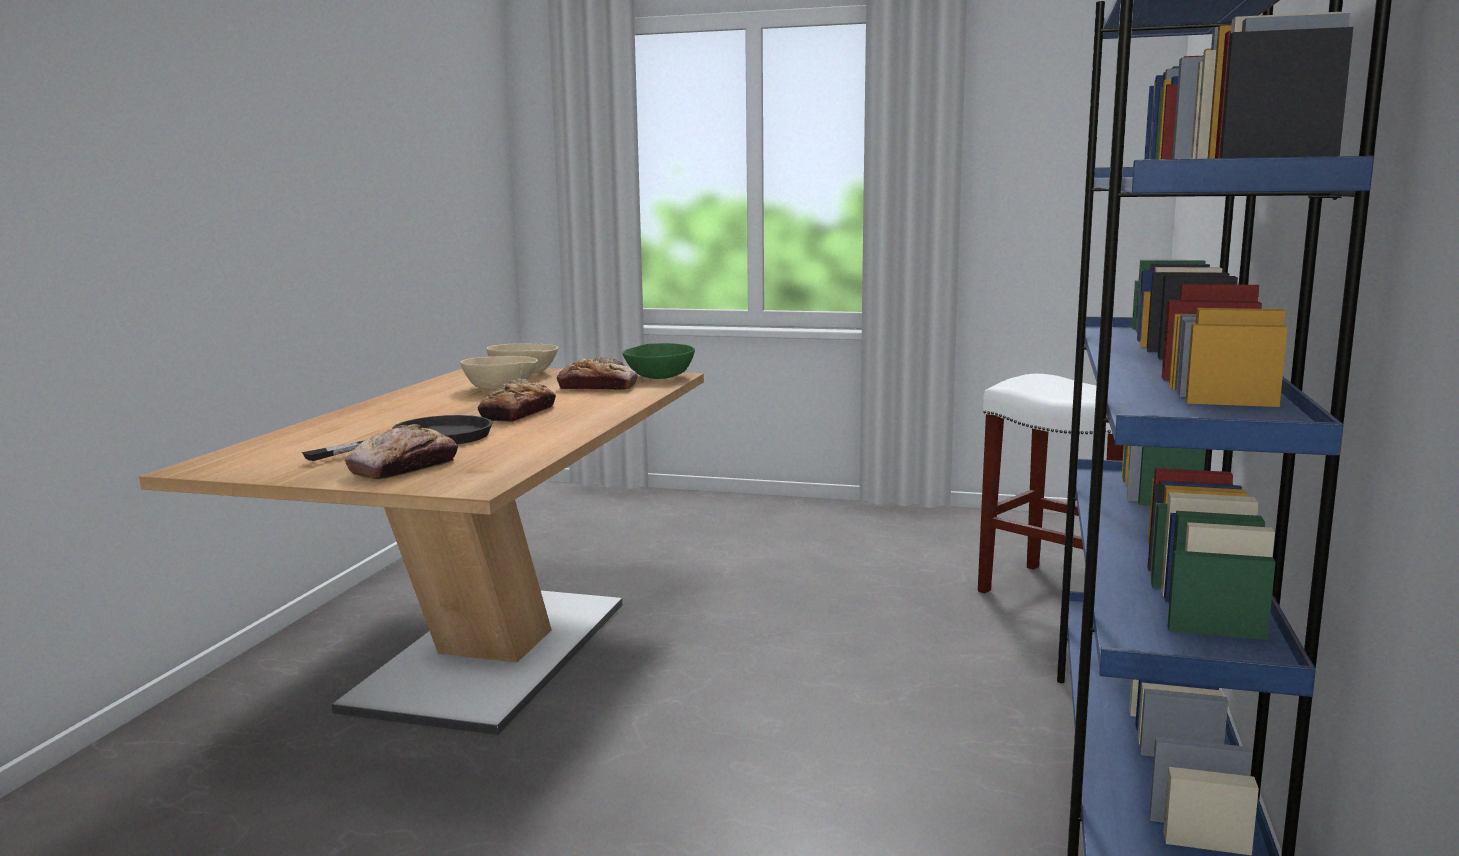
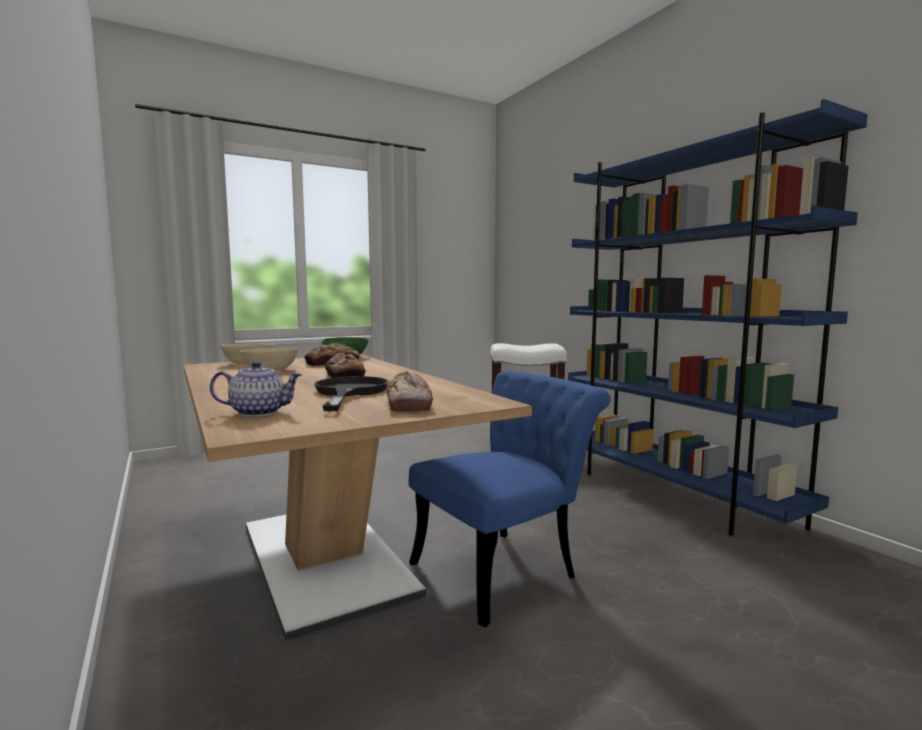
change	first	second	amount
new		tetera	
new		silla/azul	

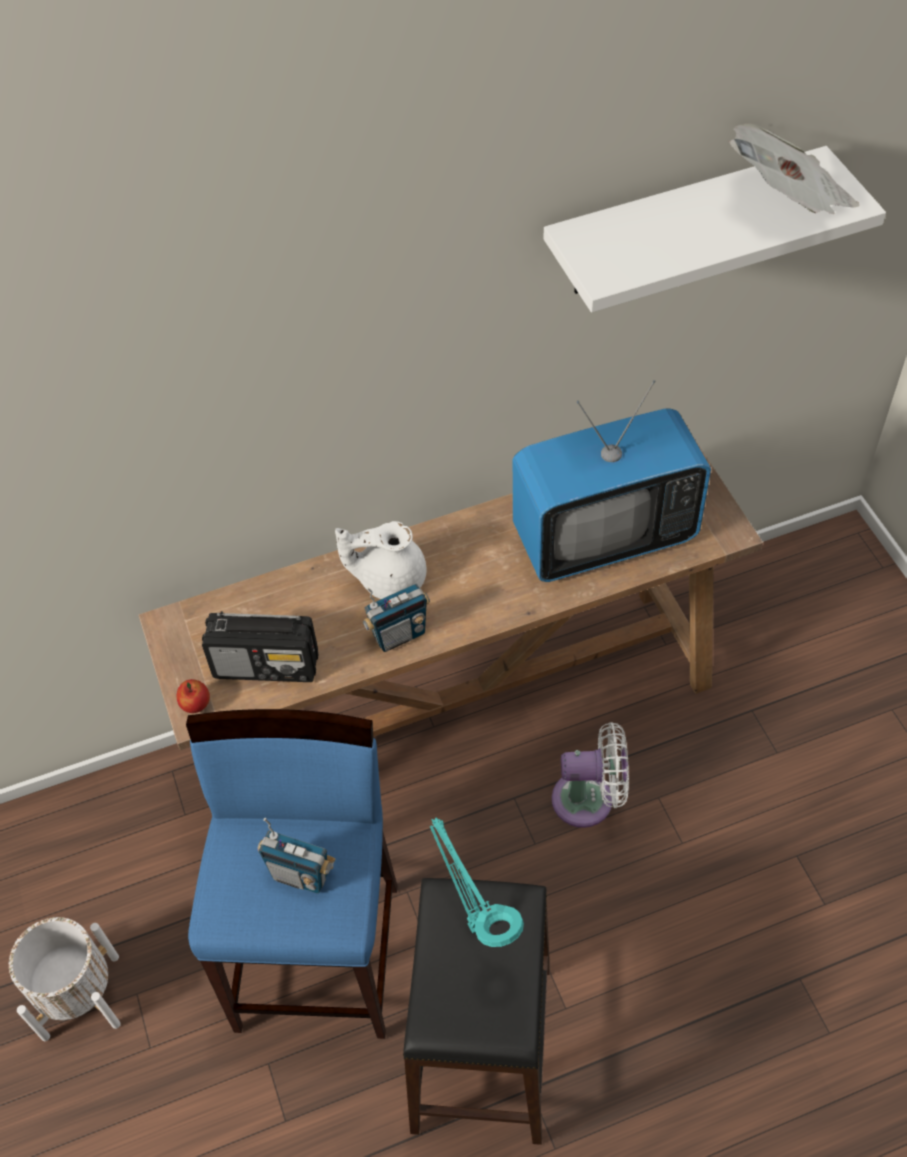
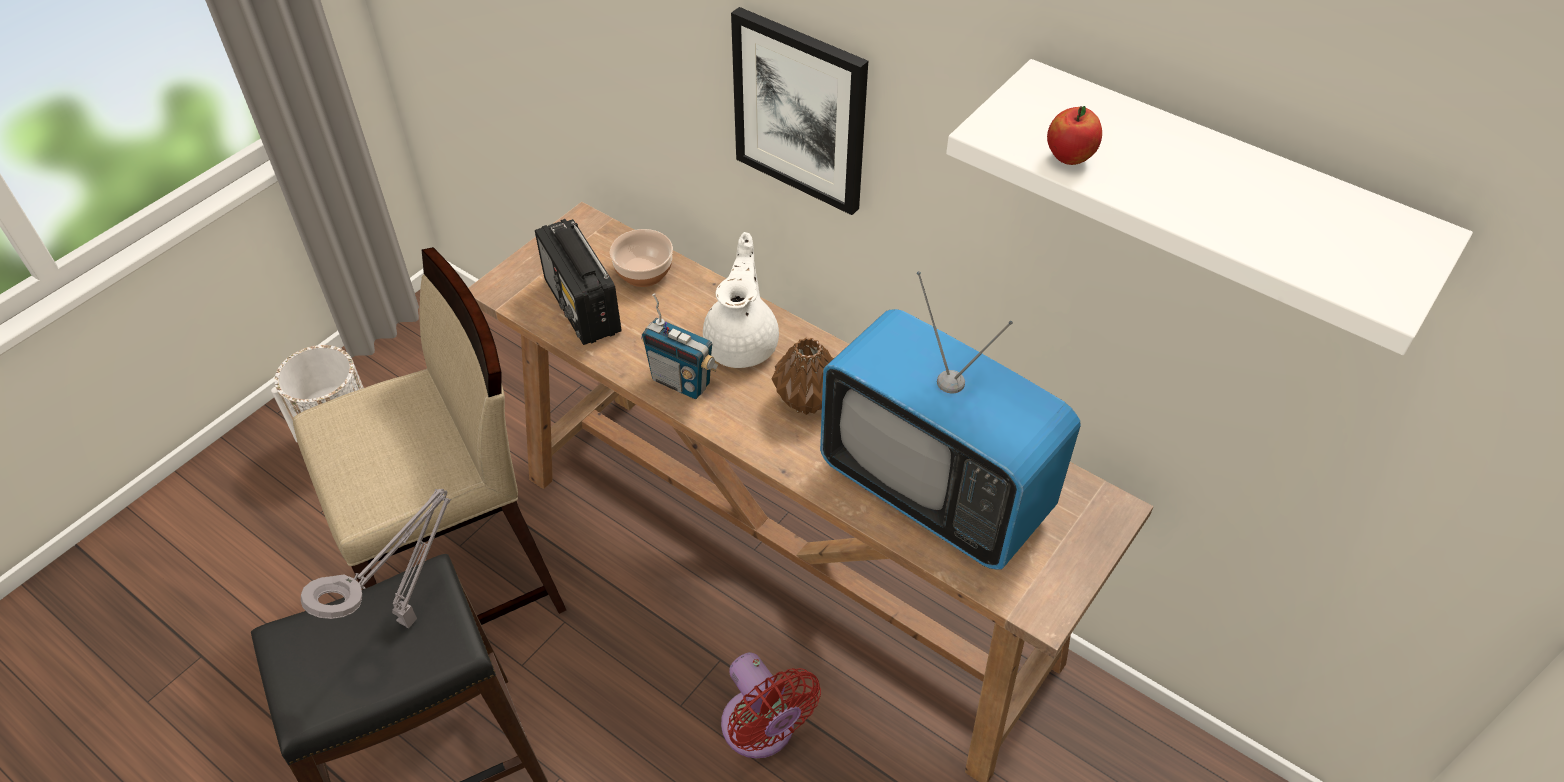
change	first	second	amount
gone	periódico		
rotated	tetera/blanco		45 degrees clockwise
shifted	manzana		
repainted	taburete/azul	taburete/beis	
repainted	ventilador/blanco	ventilador/rojo	
gone	radio (no. 2 from left)		
repainted	lámpara de mesa/turquesa	lámpara de mesa/gris	
new		cuadro	
new		cuenco	
new		florero/marrón	

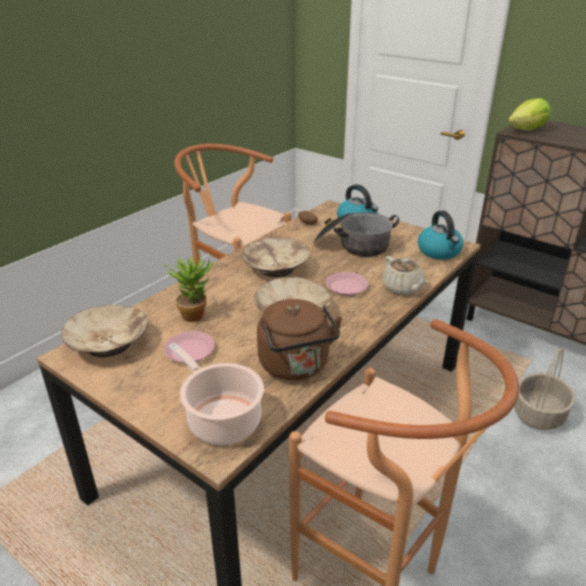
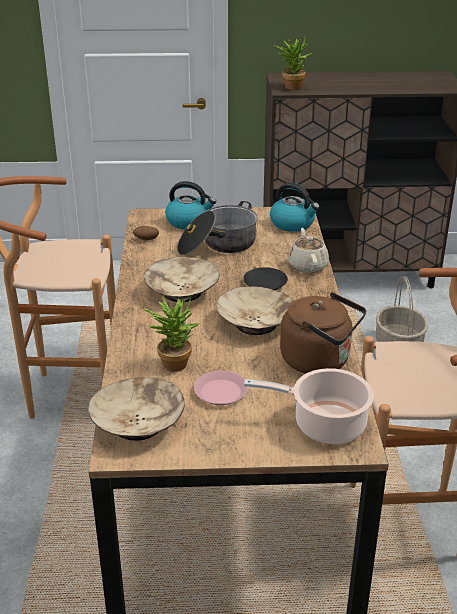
change	first	second	amount
swapped	lechuga	planta en maceta (no. 2 from left)	
rotated	tetera/beis		120 degrees counterclockwise
repainted	plato/rosa (no. 2 from left)	plato/negro	

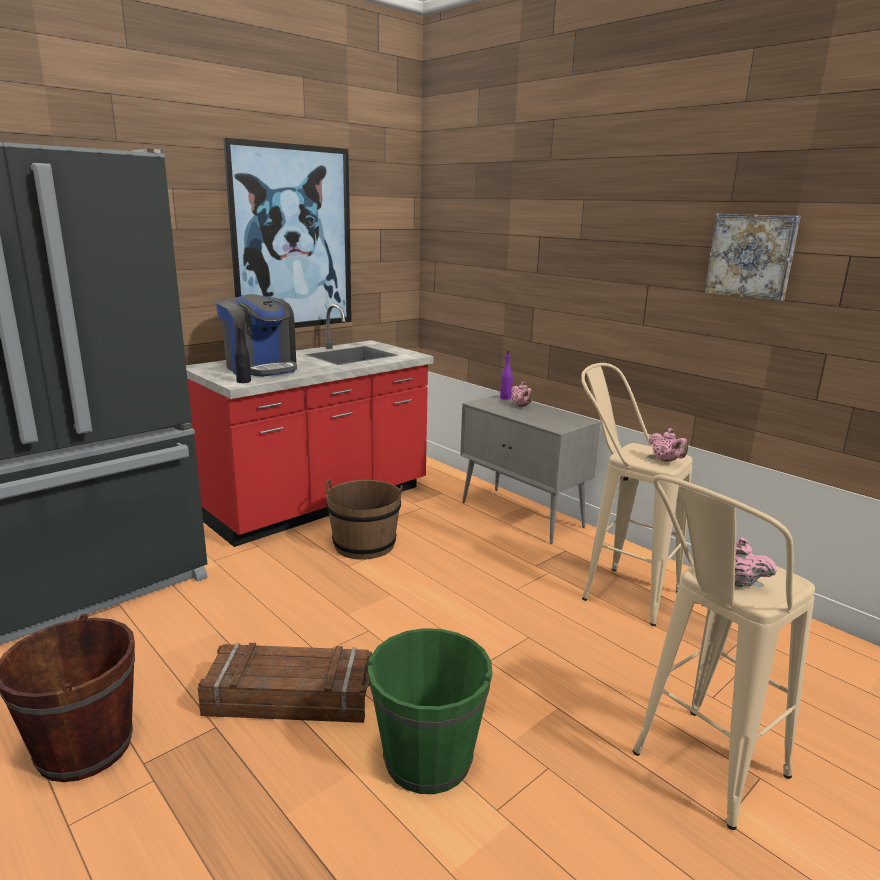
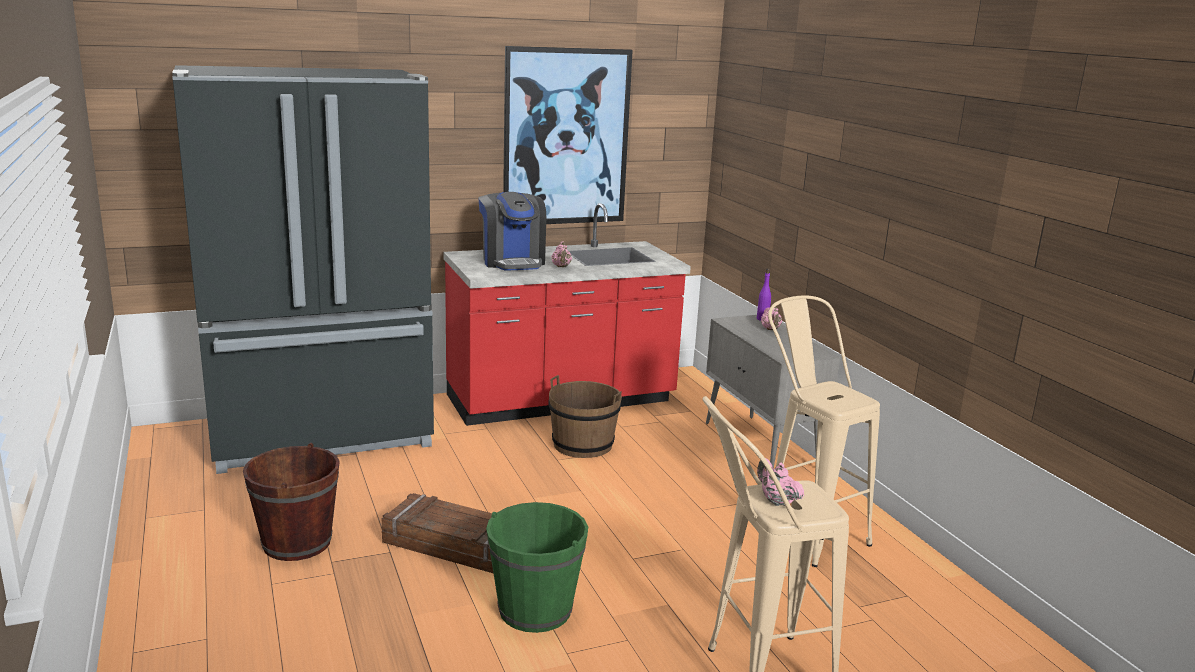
change	first	second	amount
gone	cuadro (no. 2 from left)		
gone	botella/negro		
shifted	tetera/rosa (no. 2 from left in the first image)	tetera/rosa (no. 1 from left)	

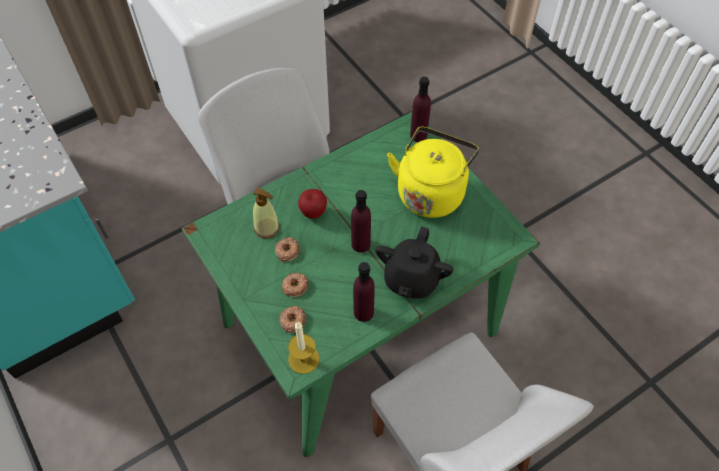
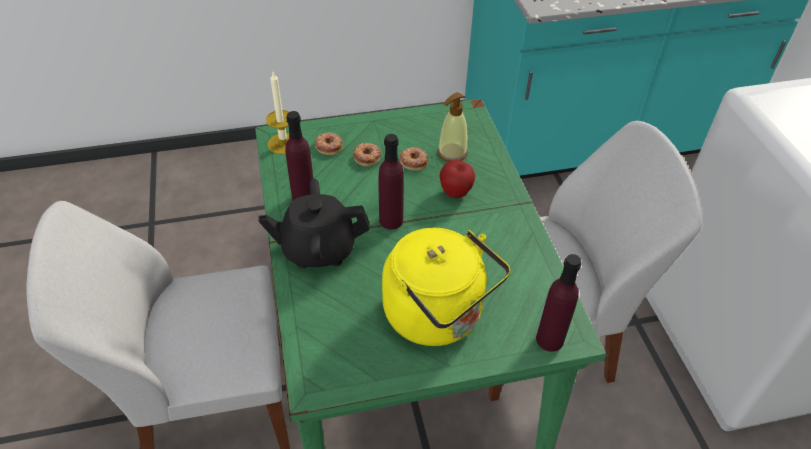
change	first	second	amount
rotated	tetera/negro		45 degrees counterclockwise

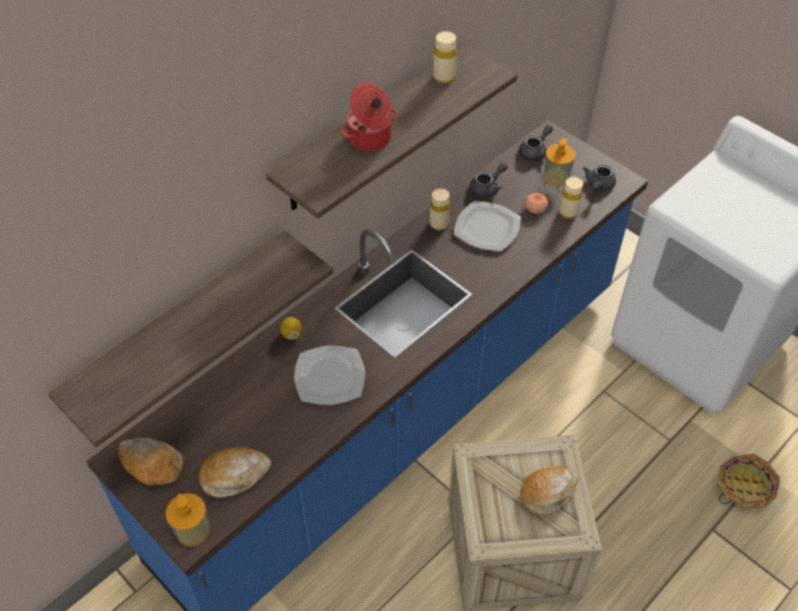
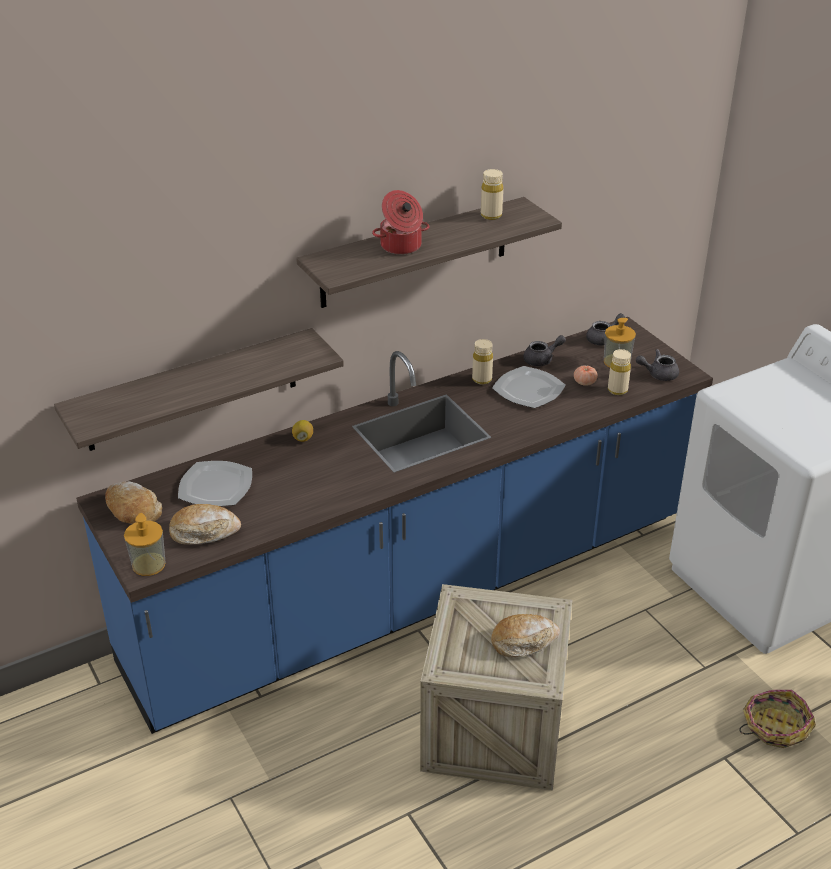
change	first	second	amount
rotated	tetera/gris (no. 3 from left)		45 degrees clockwise
shifted	plato (no. 1 from left)		

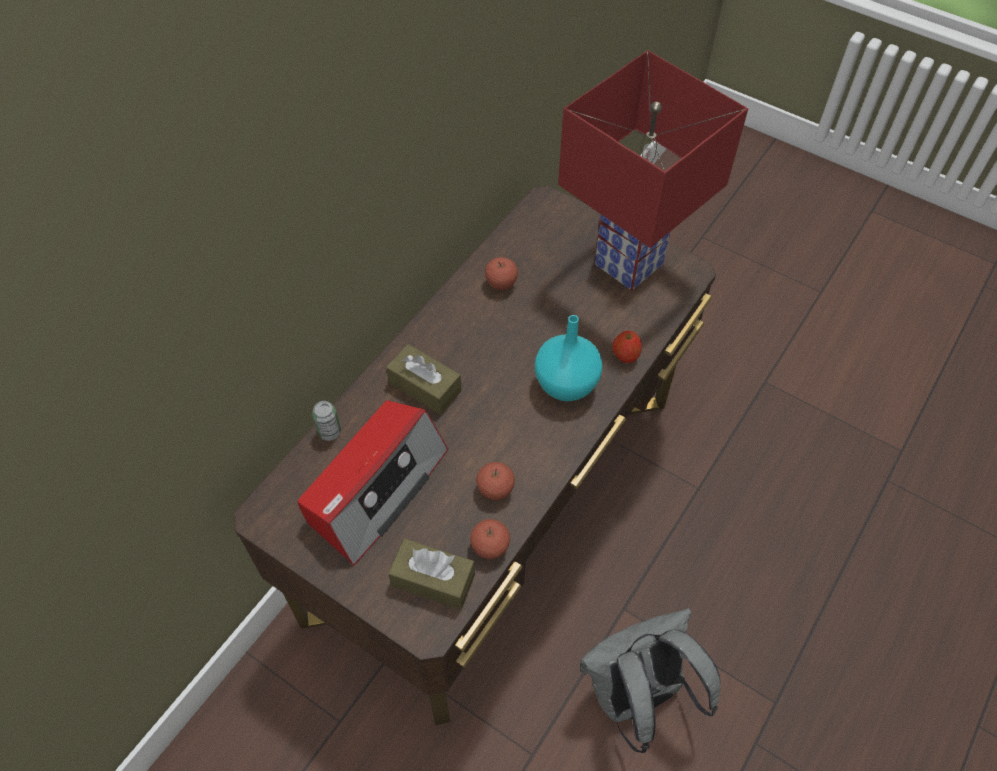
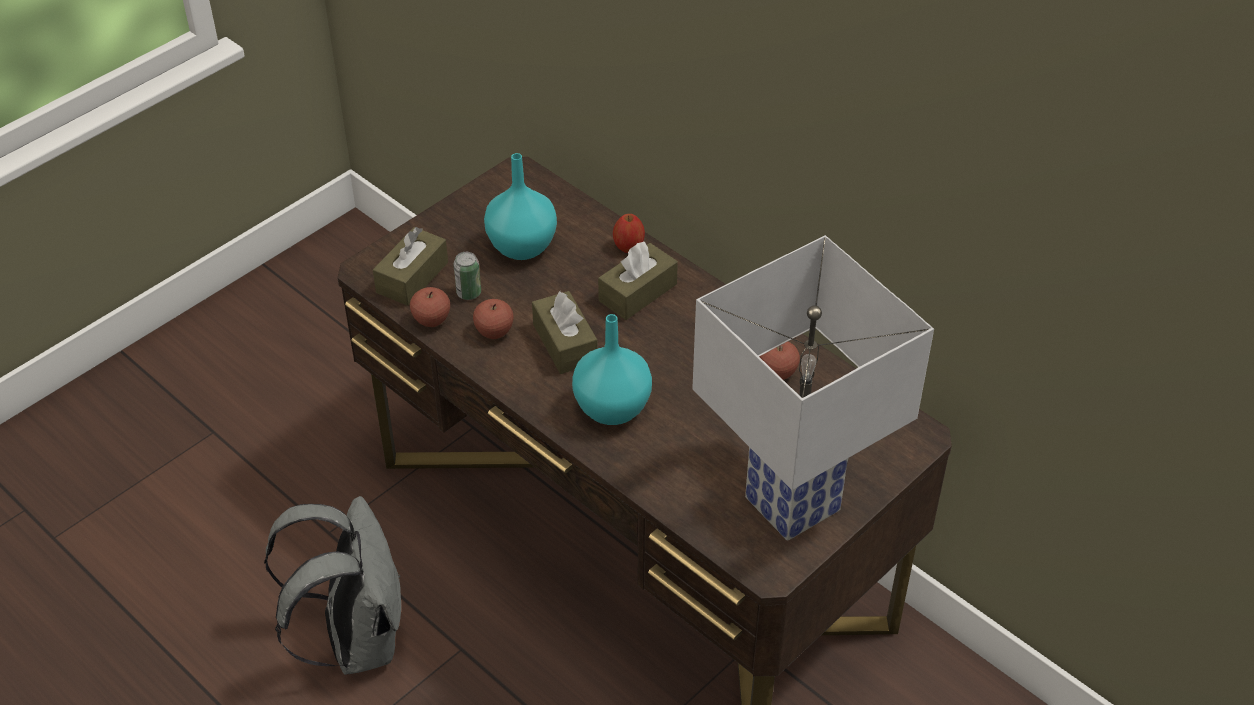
change	first	second	amount
repainted	lámpara de mesa/rojo	lámpara de mesa/blanco	
shifted	manzana (no. 4 from left in the first image)	manzana (no. 3 from left)	
swapped	radio	florero/turquesa (no. 1 from left)	
shifted	lata		
new		caja de pañuelos/marrón (no. 2 from left)	

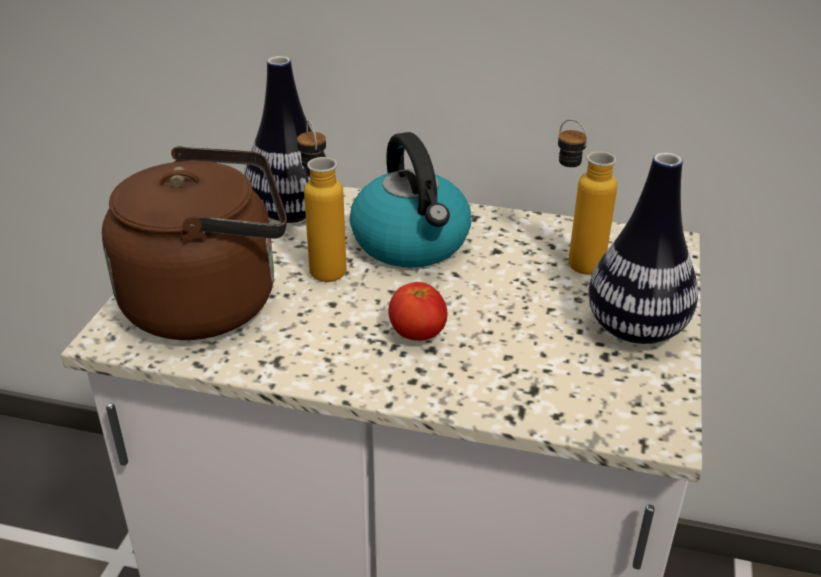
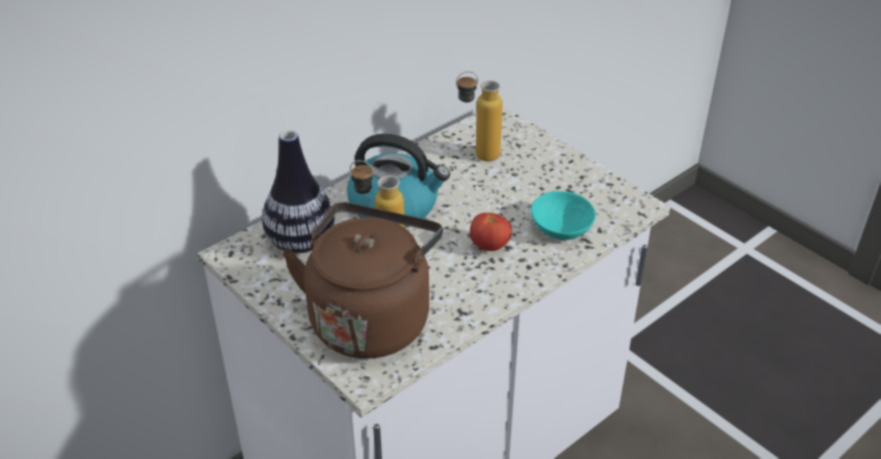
change	first	second	amount
gone	florero (no. 2 from left)		
new		cuenco/turquesa	

